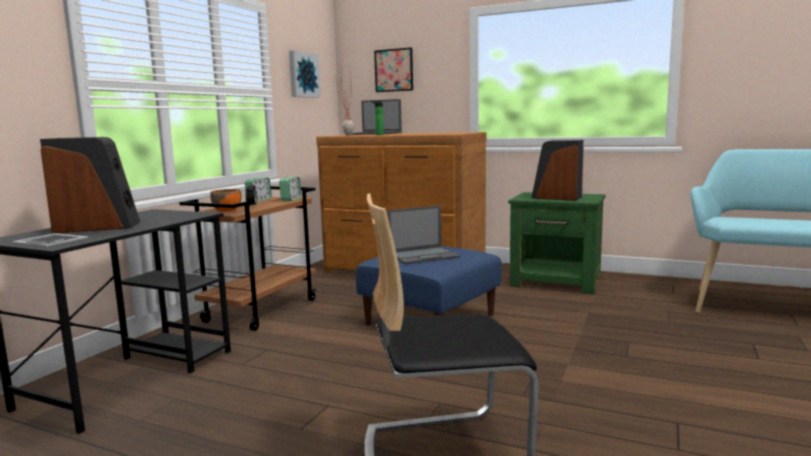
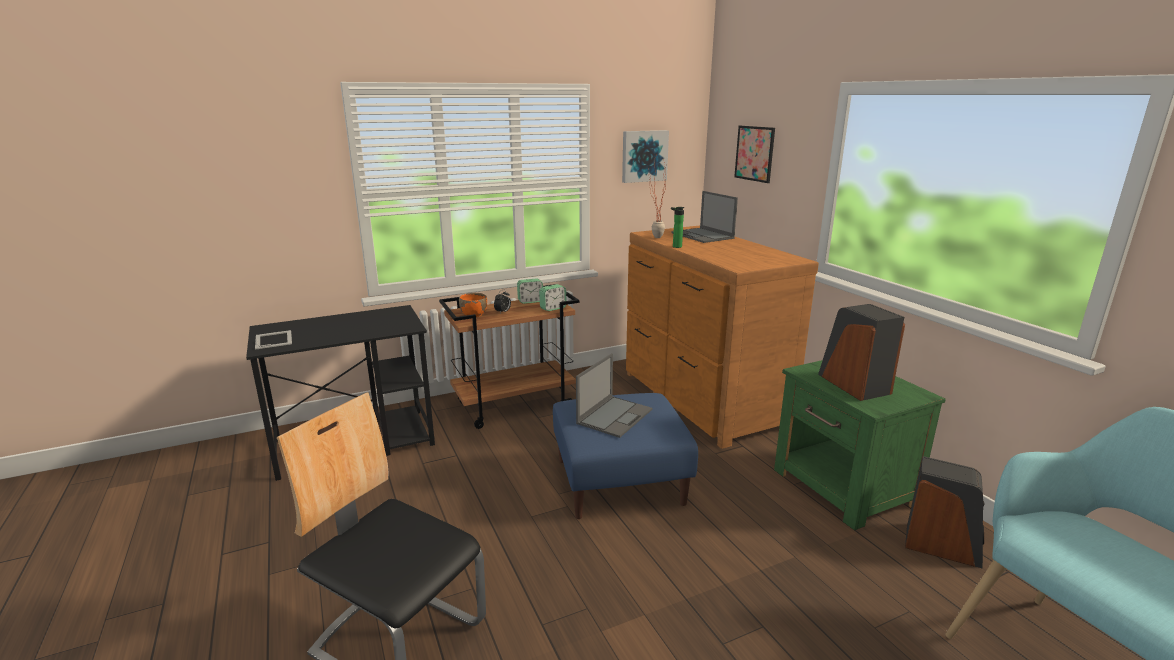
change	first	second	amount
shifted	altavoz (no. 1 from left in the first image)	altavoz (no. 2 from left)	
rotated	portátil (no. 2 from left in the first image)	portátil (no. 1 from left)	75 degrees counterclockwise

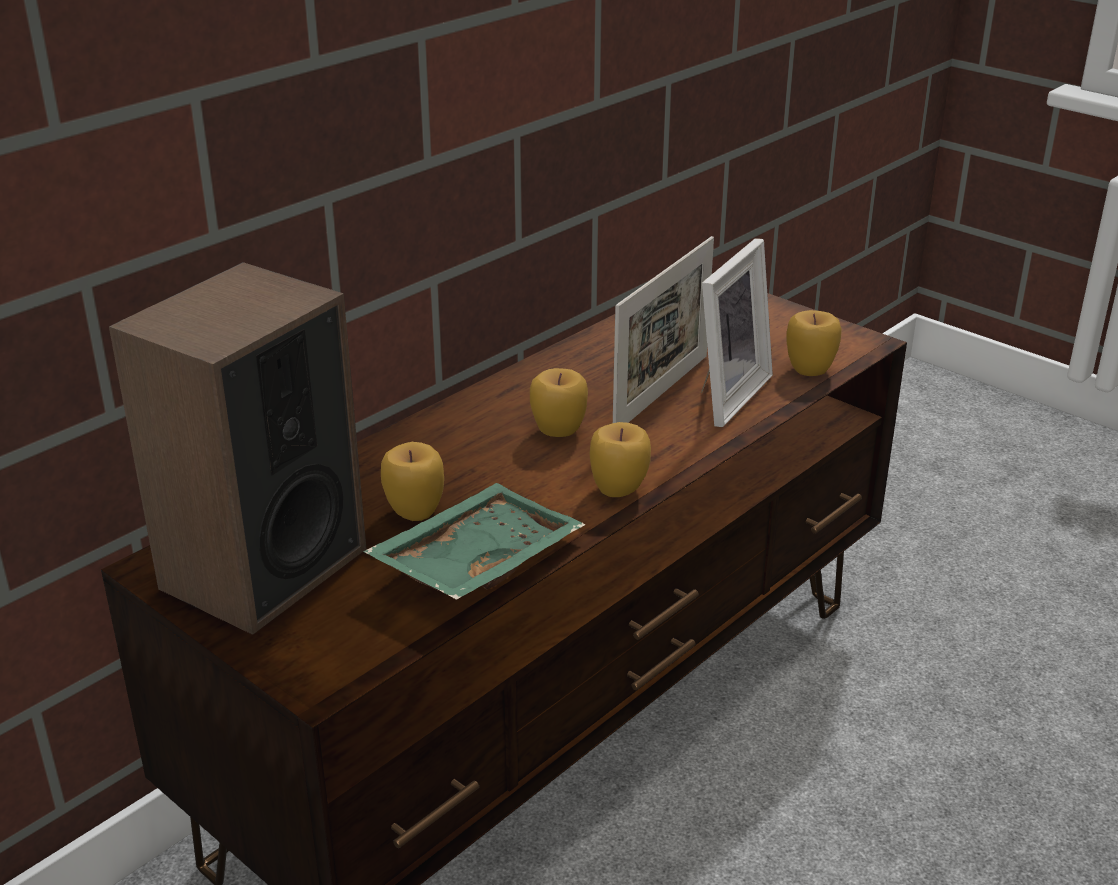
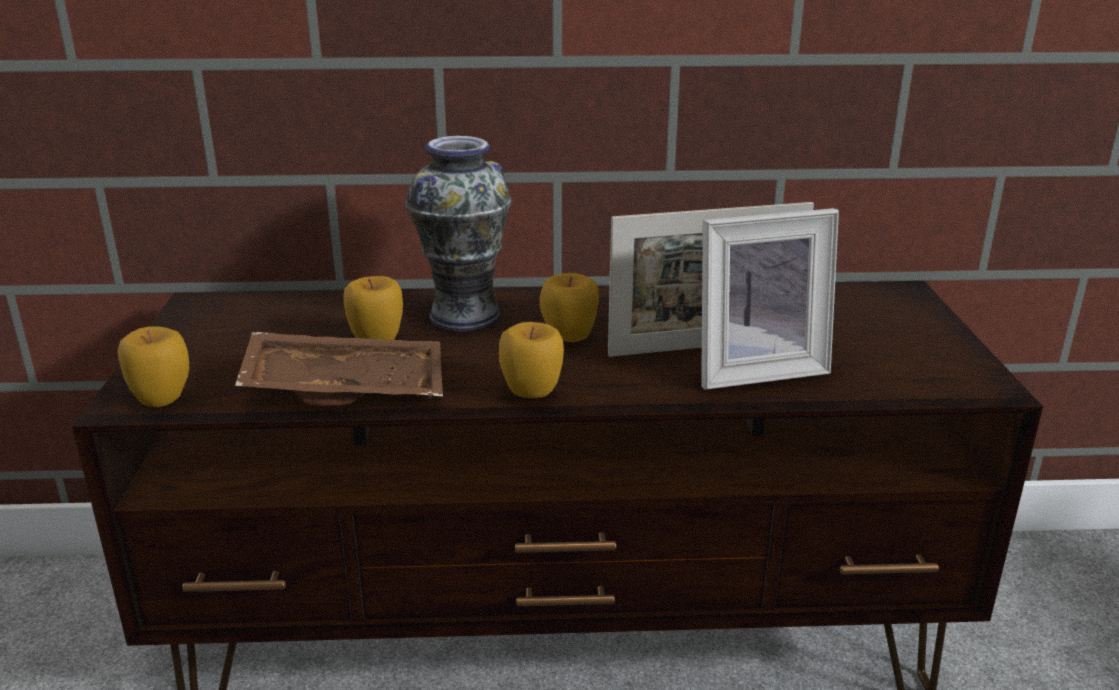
change	first	second	amount
gone	altavoz		
shifted	manzana (no. 4 from left in the first image)	manzana (no. 1 from left)	
repainted	bandeja/verde	bandeja/marrón	
new		florero	

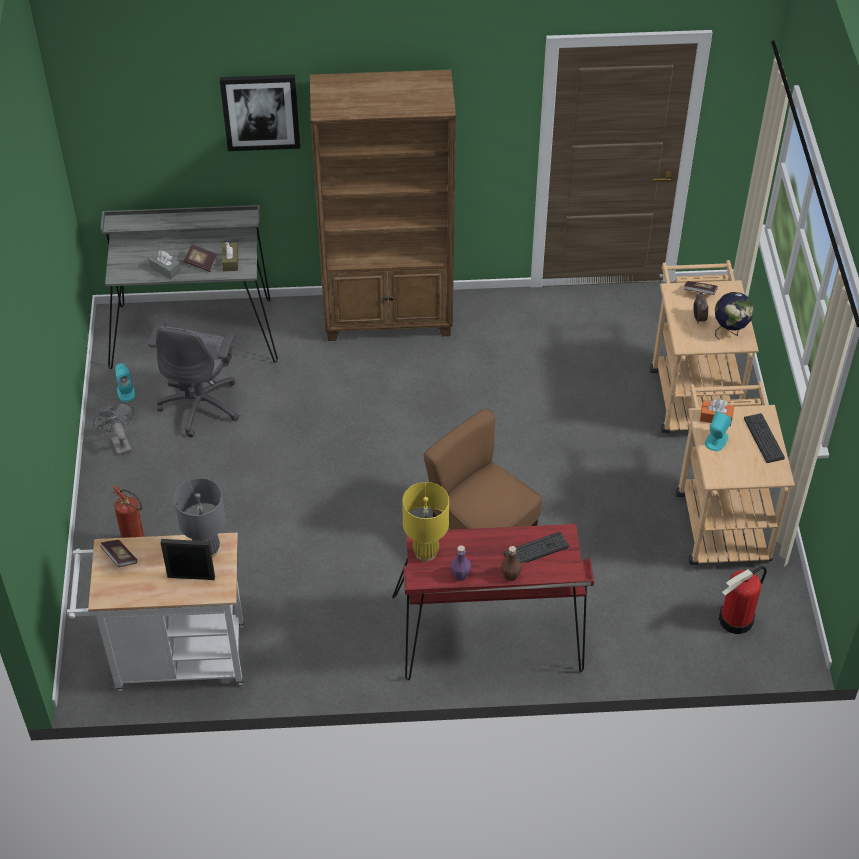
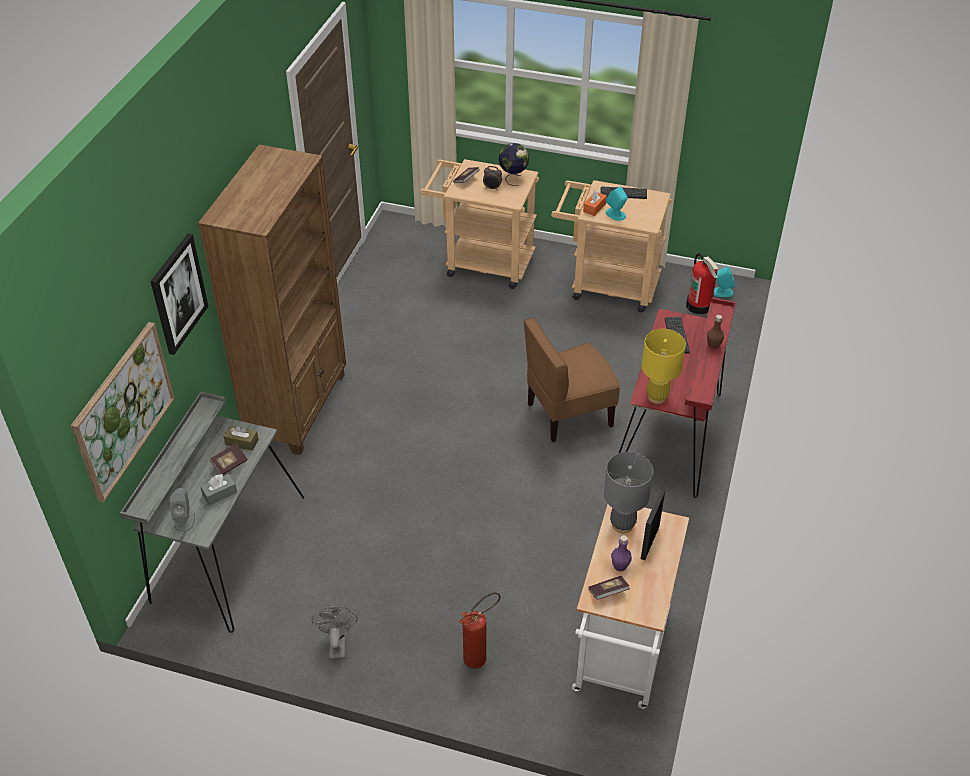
change	first	second	amount
gone	silla de oficina/gris		
shifted	altavoz/turquesa (no. 1 from left in the first image)	altavoz/turquesa (no. 2 from left)	
rotated	ventilador/gris		90 degrees clockwise
shifted	botella/morado		
new		cuadro (no. 1 from left)	
new		altavoz/gris	

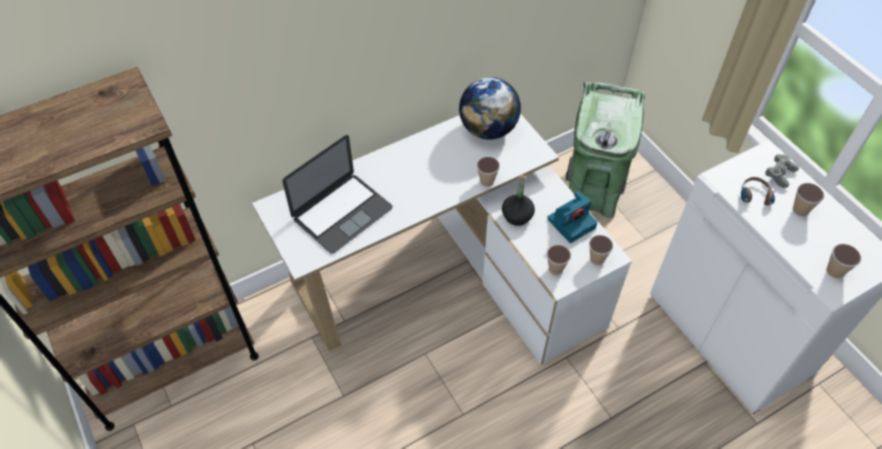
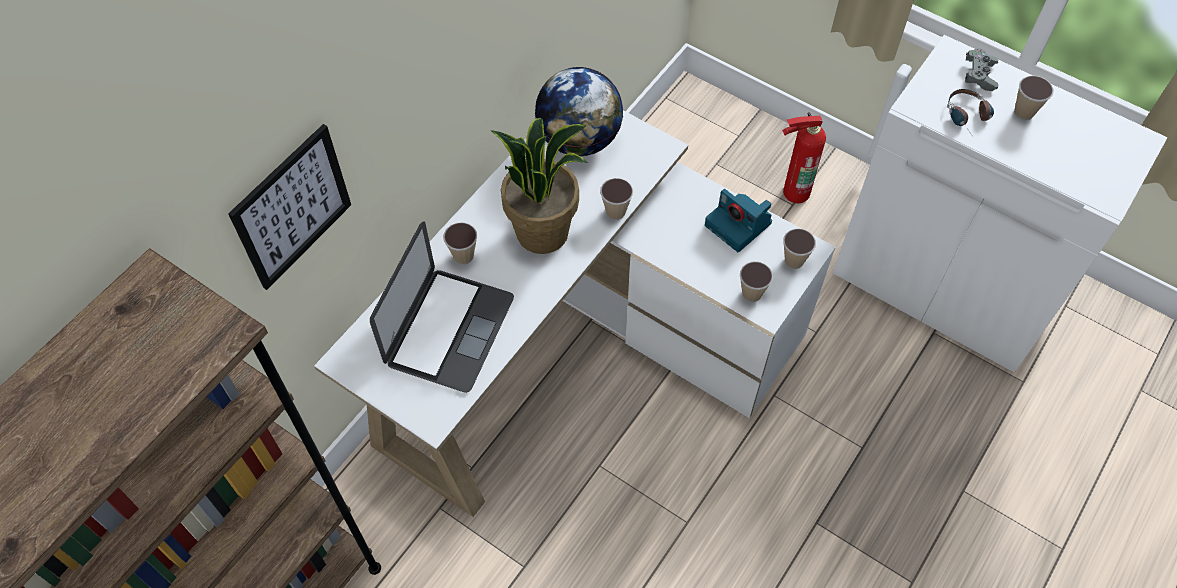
change	first	second	amount
gone	papelera/verde		
gone	botella/negro		
rotated	cámara		105 degrees clockwise
shifted	taza (no. 5 from left in the first image)	taza (no. 1 from left)	
new		extintor	
new		planta en maceta	
new		cuadro	

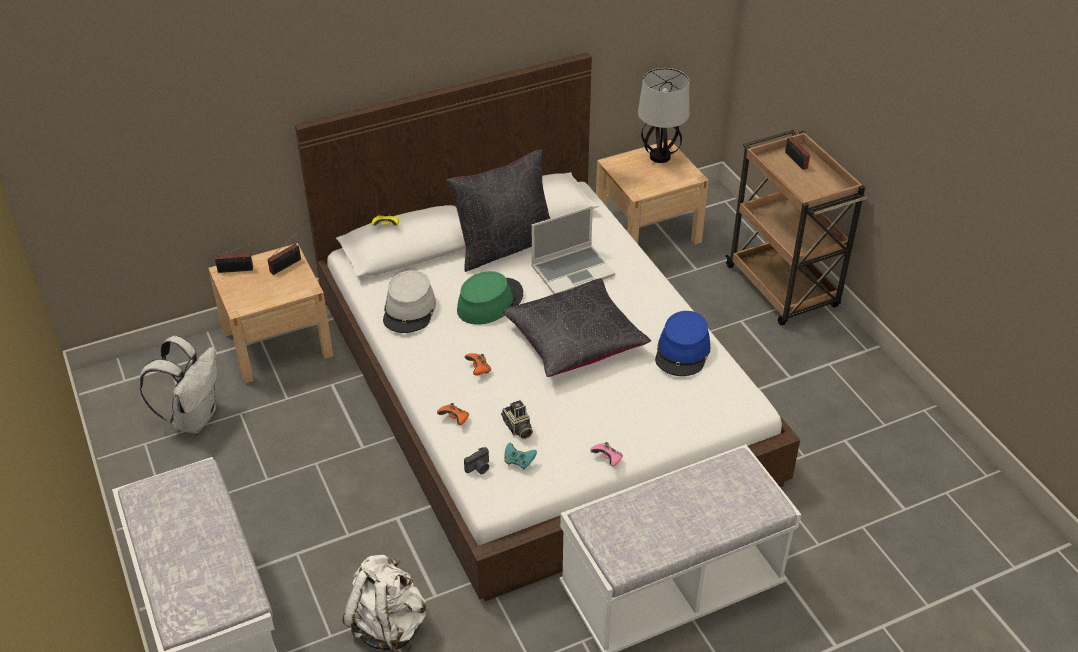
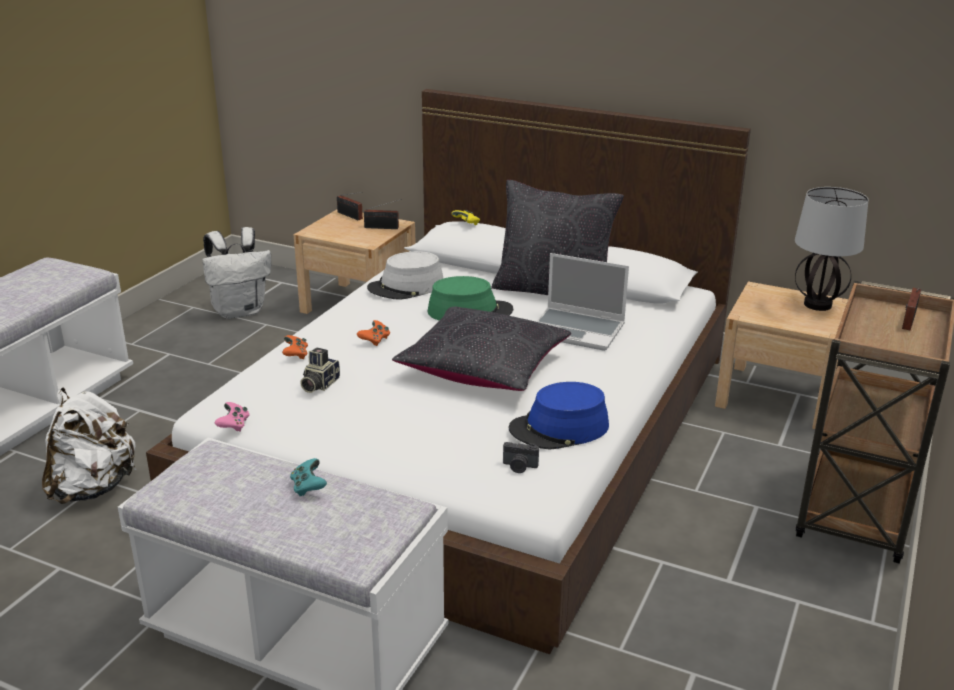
change	first	second	amount
shifted	mando de consola/rosa		
shifted	mando de consola/turquesa		
shifted	cámara (no. 1 from left in the first image)	cámara (no. 2 from left)	

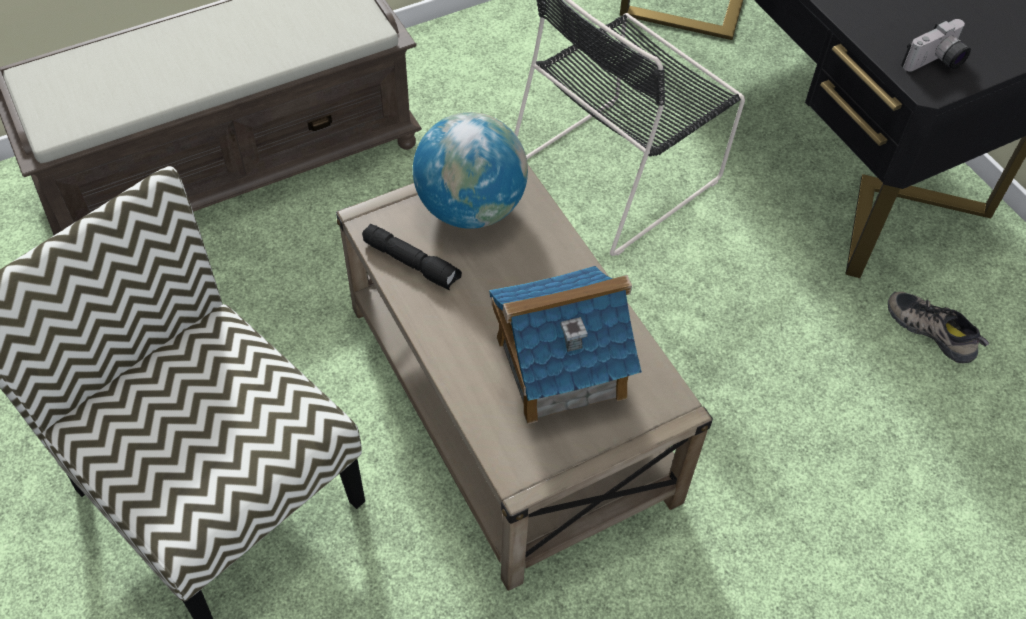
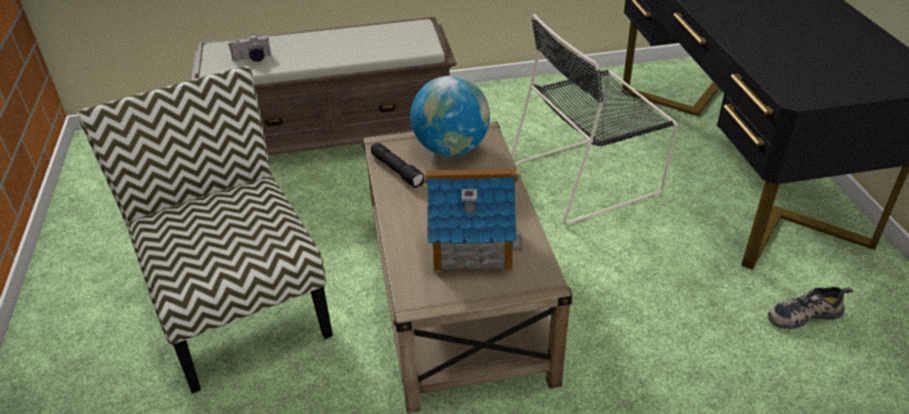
change	first	second	amount
shifted	cámara		
rotated	zapato		75 degrees counterclockwise

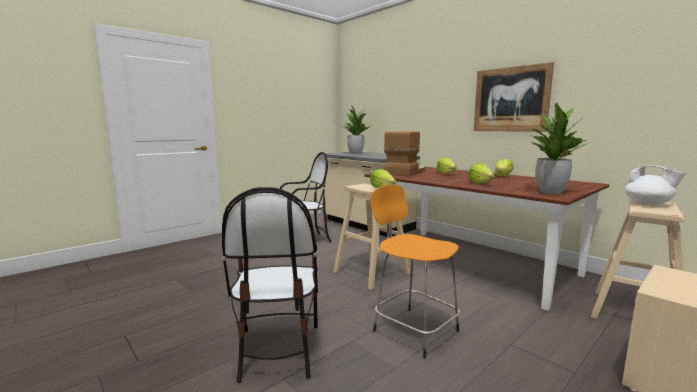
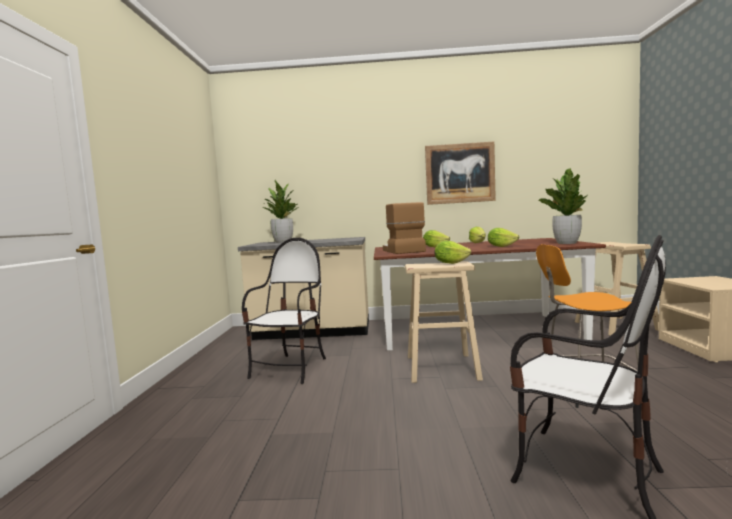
change	first	second	amount
gone	tetera/blanco		

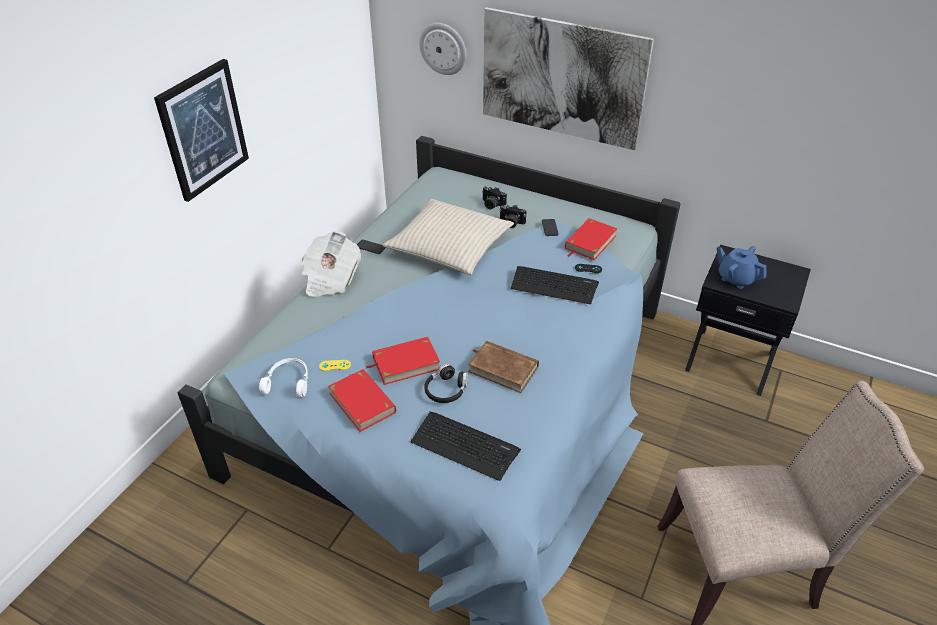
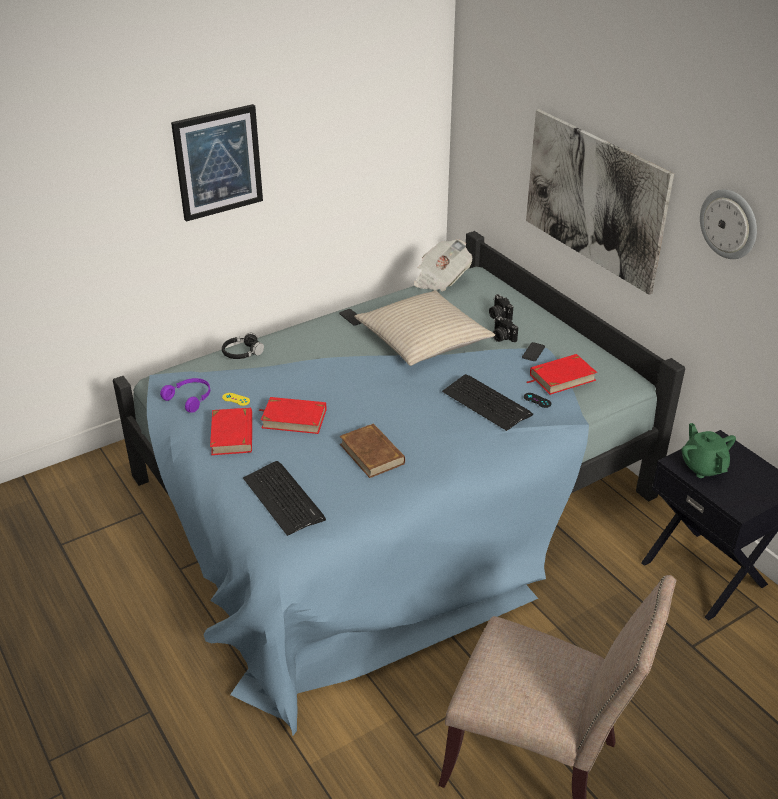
change	first	second	amount
shifted	reloj de pared		
shifted	periódico		
repainted	tetera/azul	tetera/verde	
repainted	auriculares/blanco	auriculares/morado	
shifted	auriculares/negro		

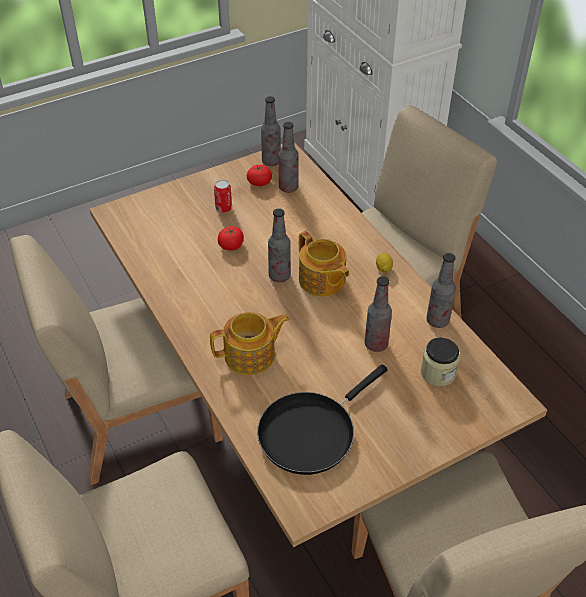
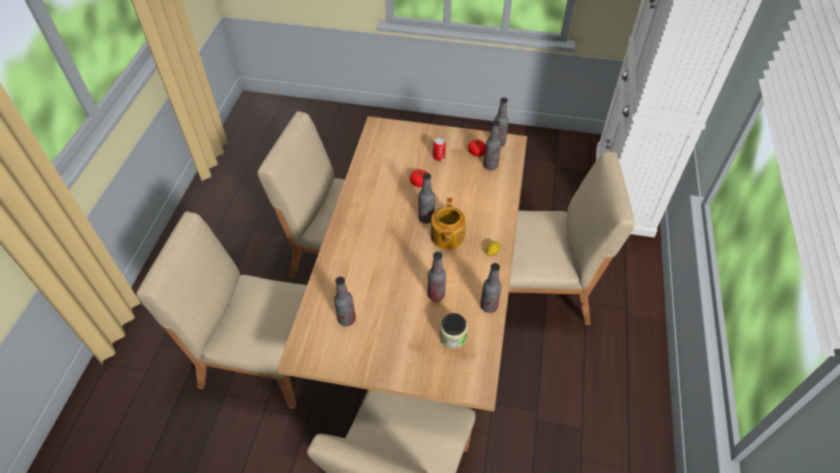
change	first	second	amount
gone	tetera (no. 1 from left)		
swapped	sartén/negro	botella (no. 1 from left)	

